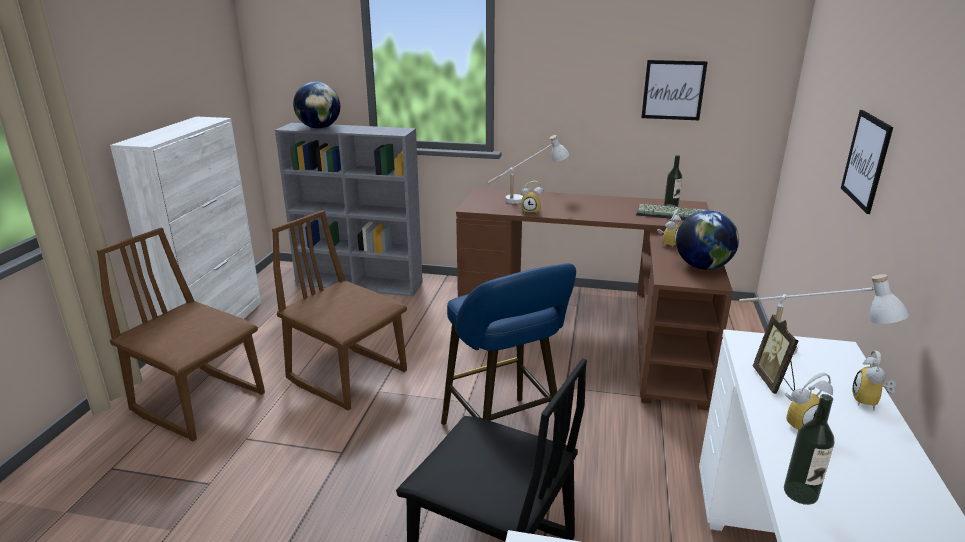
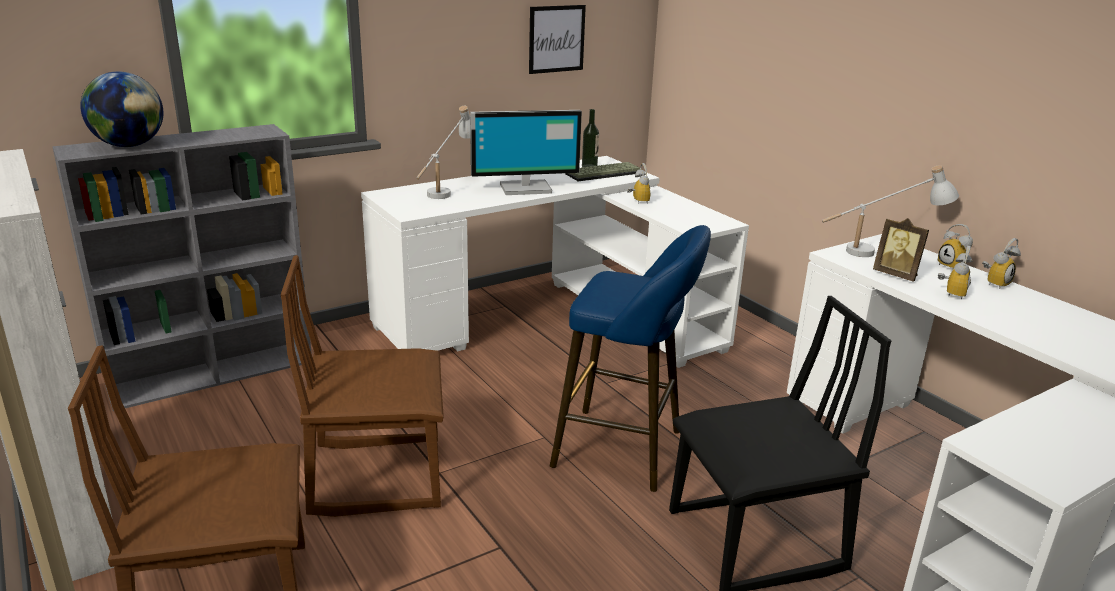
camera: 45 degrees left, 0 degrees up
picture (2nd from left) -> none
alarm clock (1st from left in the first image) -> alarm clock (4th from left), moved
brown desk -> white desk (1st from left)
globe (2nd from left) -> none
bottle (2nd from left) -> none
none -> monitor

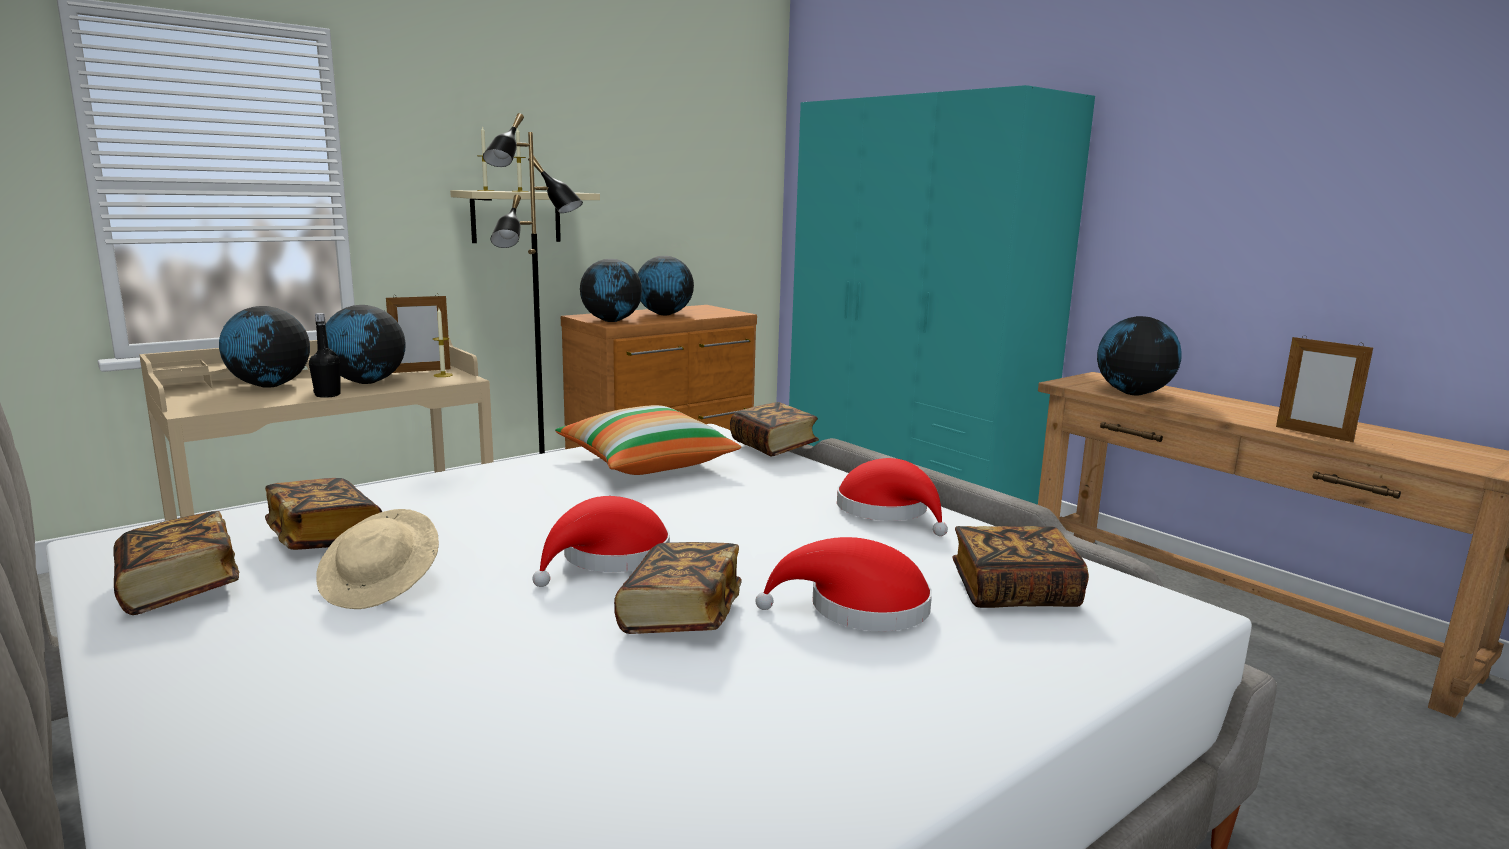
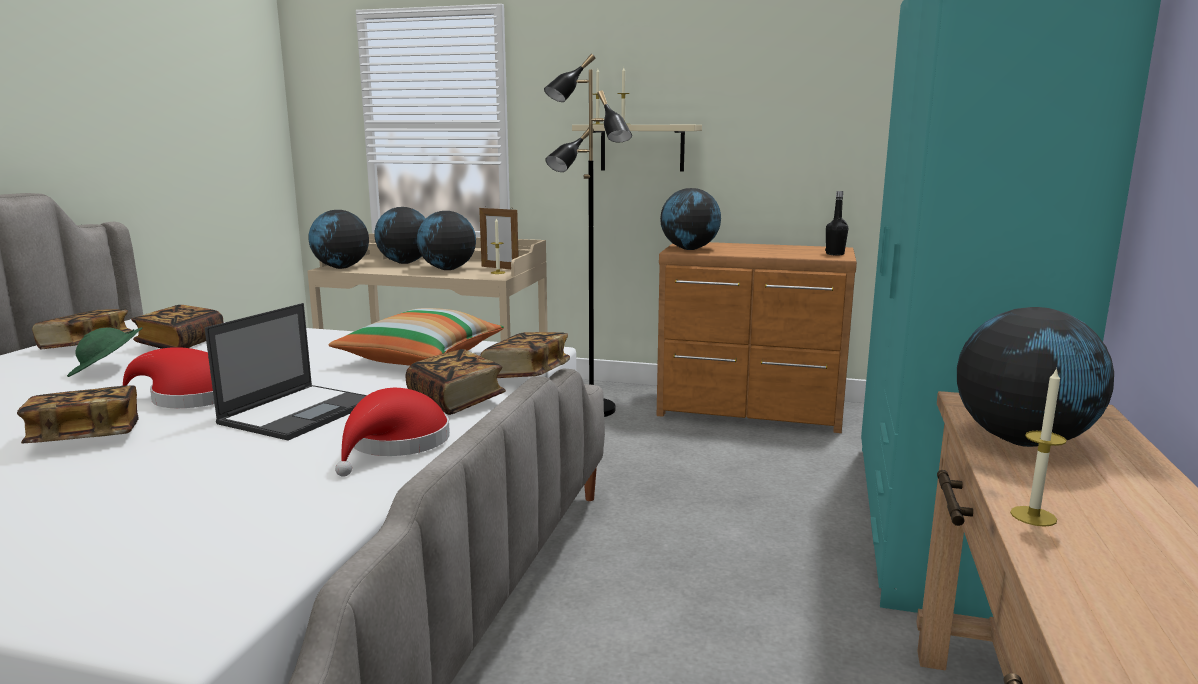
camera: 55 degrees right, 0 degrees up
globe (4th from left in the first image) -> globe (1st from left), moved
black bottle, moved
picture frame (2nd from left) -> none
beige hat -> green hat
book (5th from left in the first image) -> book (4th from left), moved
red hat (2nd from left) -> none
none -> laptop
none -> candle (4th from left)

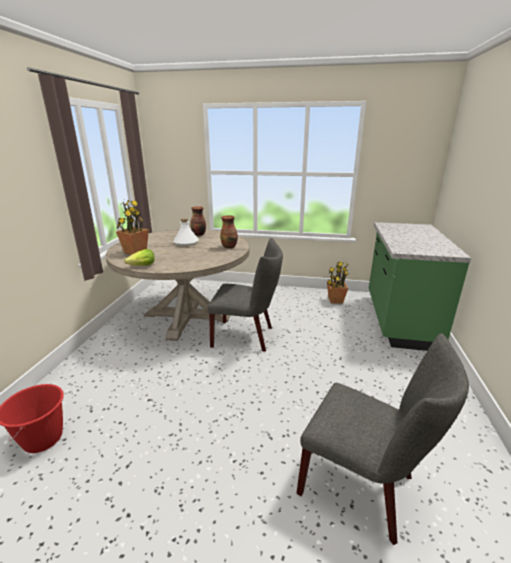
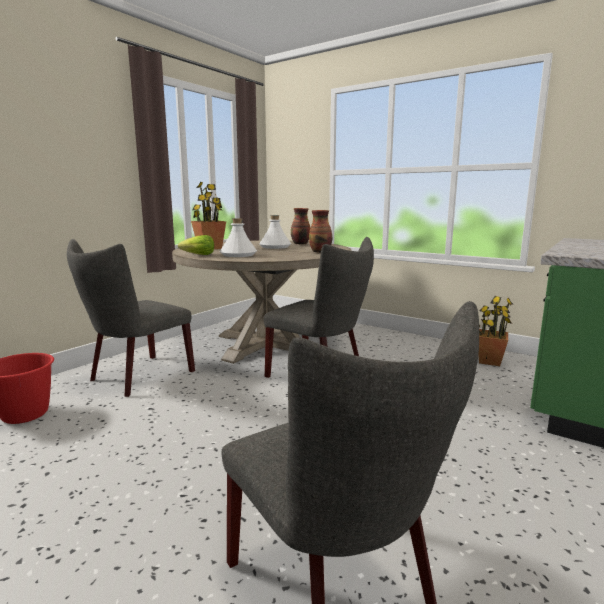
camera: 25 degrees right, 10 degrees down
none -> white bottle (1st from left)
none -> grey chair (1st from left)

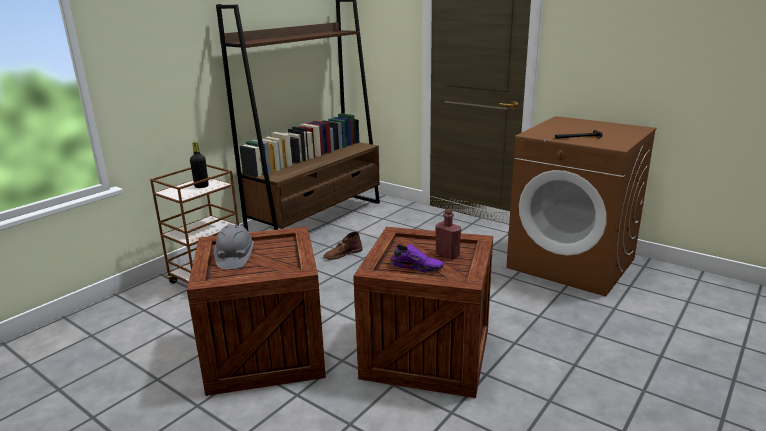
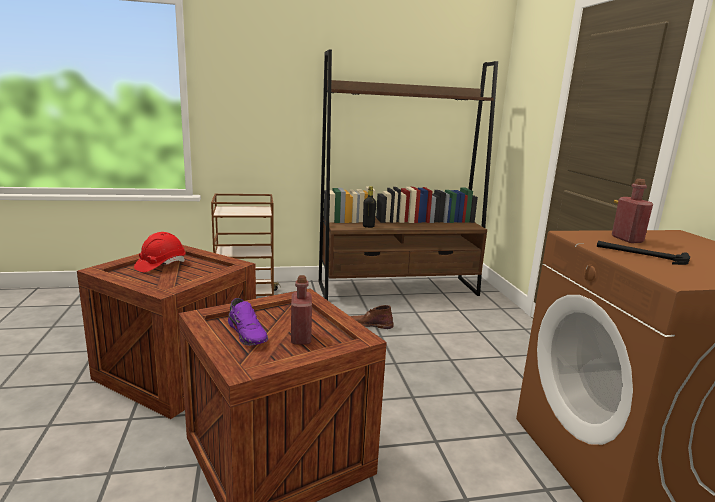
camera: 40 degrees right, 5 degrees down
black bottle, moved
grey hard hat -> red hard hat
none -> red bottle (2nd from left)

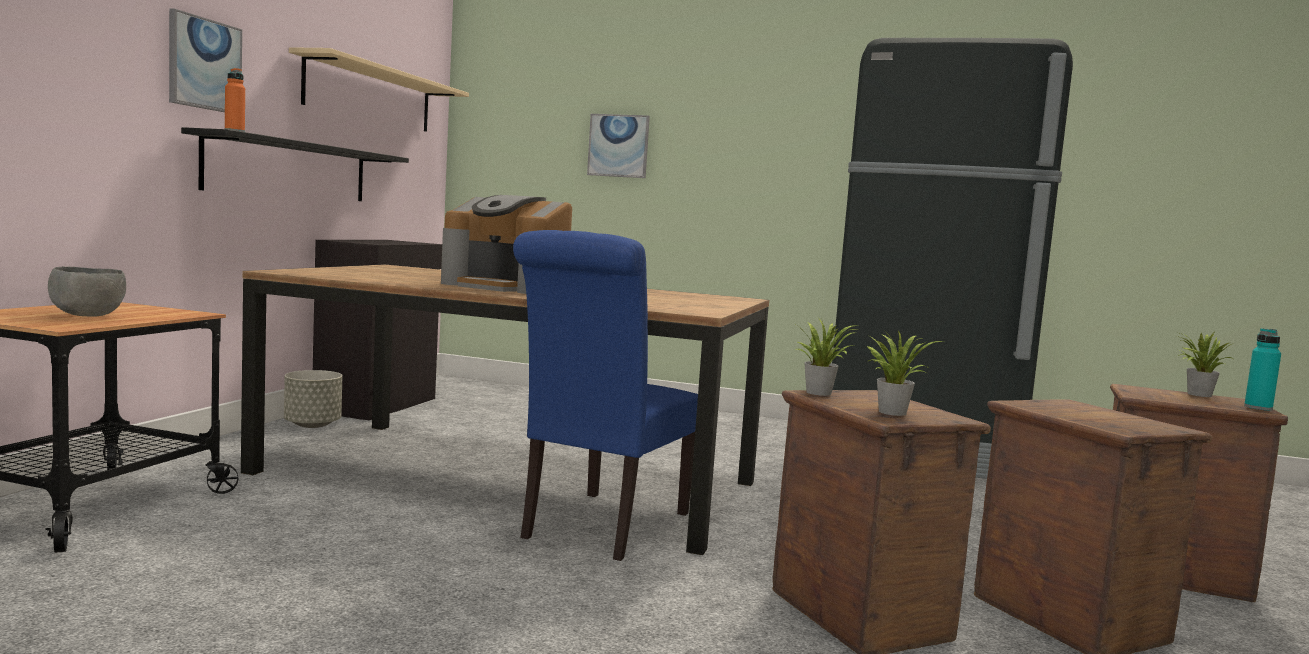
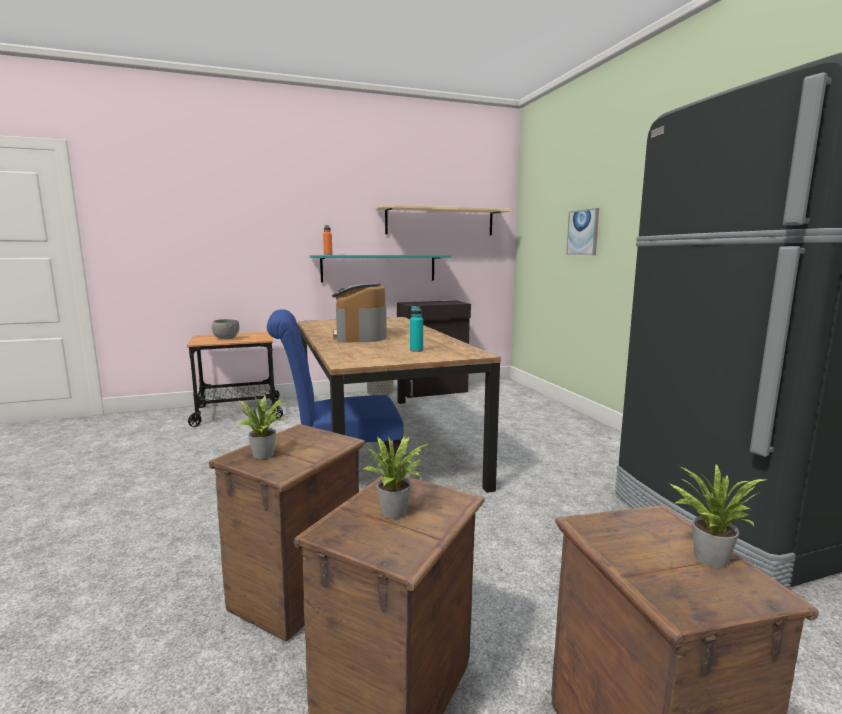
camera: 55 degrees right, 5 degrees up
picture (1st from left) -> none
black shelf -> turquoise shelf
potted plant (1st from left in the first image) -> potted plant (2nd from left), moved
turquoise bottle, moved

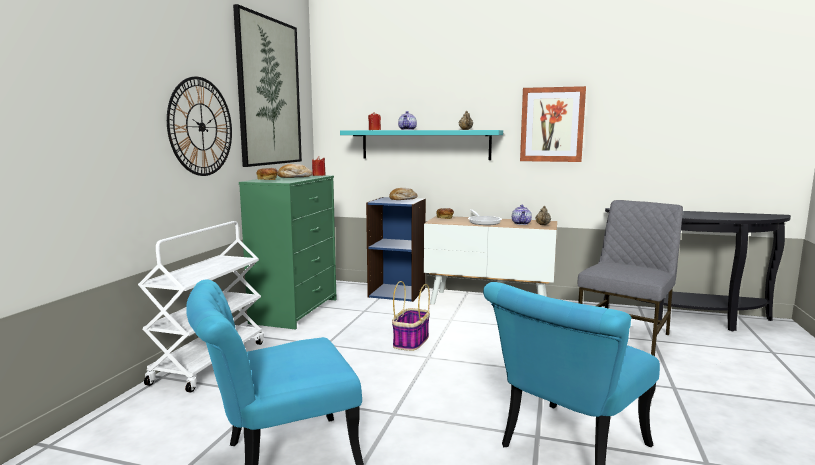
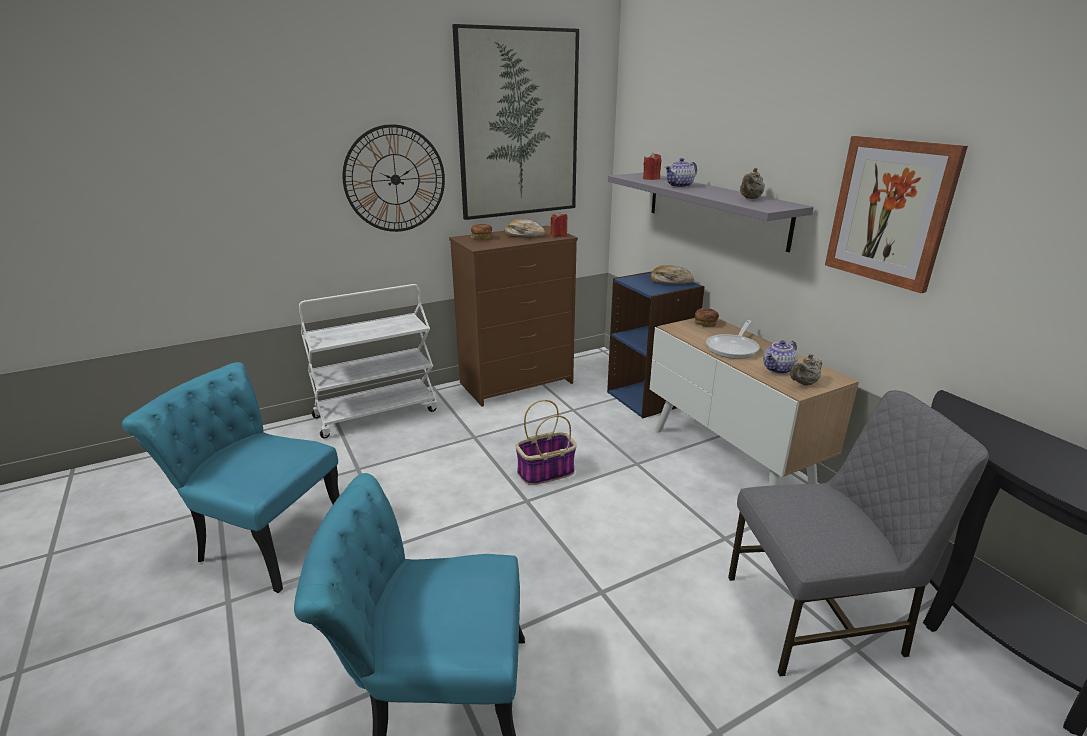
camera: 45 degrees right, 15 degrees up
turquoise shelf -> grey shelf
green dresser -> brown dresser

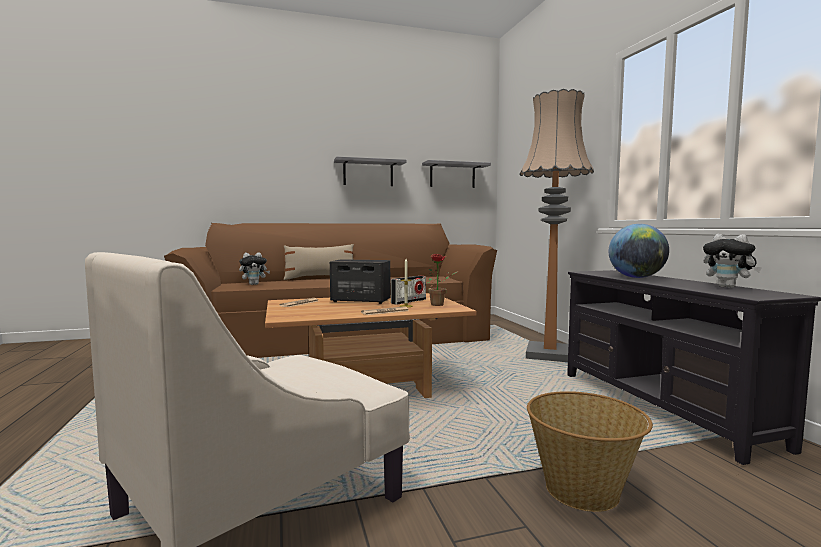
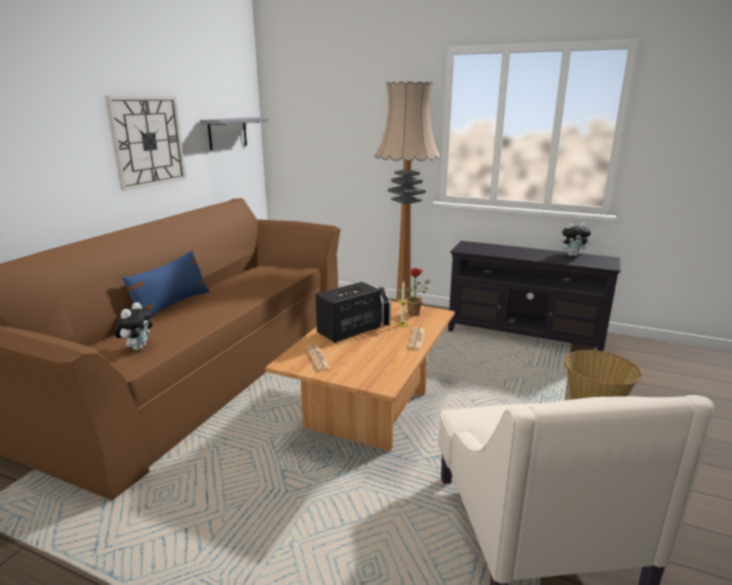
camera: 50 degrees left, 15 degrees up
grey shelf (1st from left) -> wall clock
globe -> none
beige pillow -> blue pillow

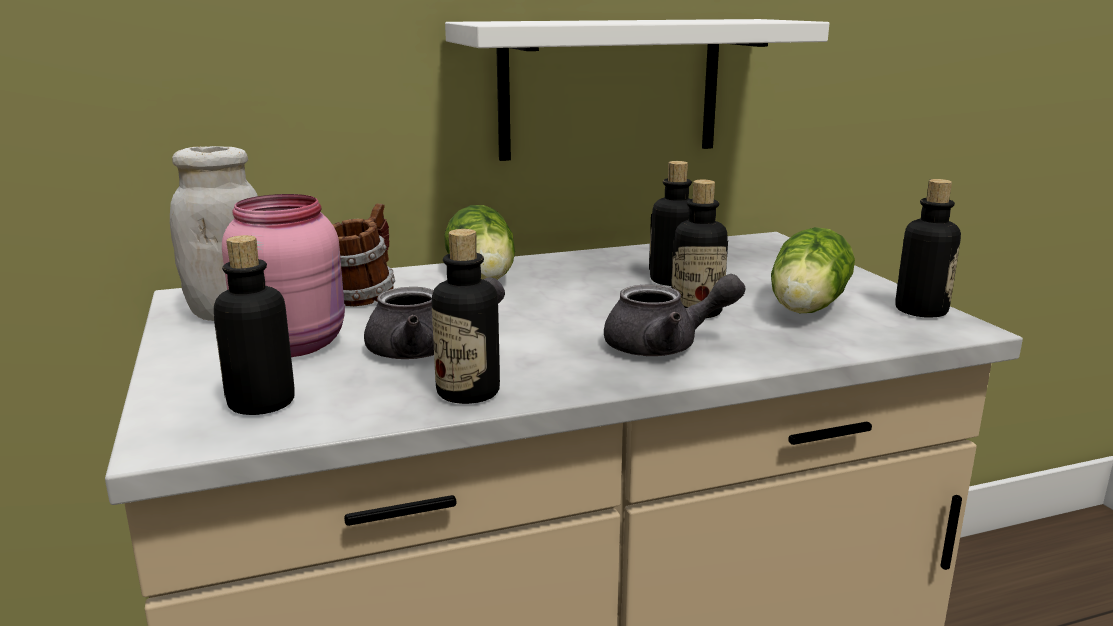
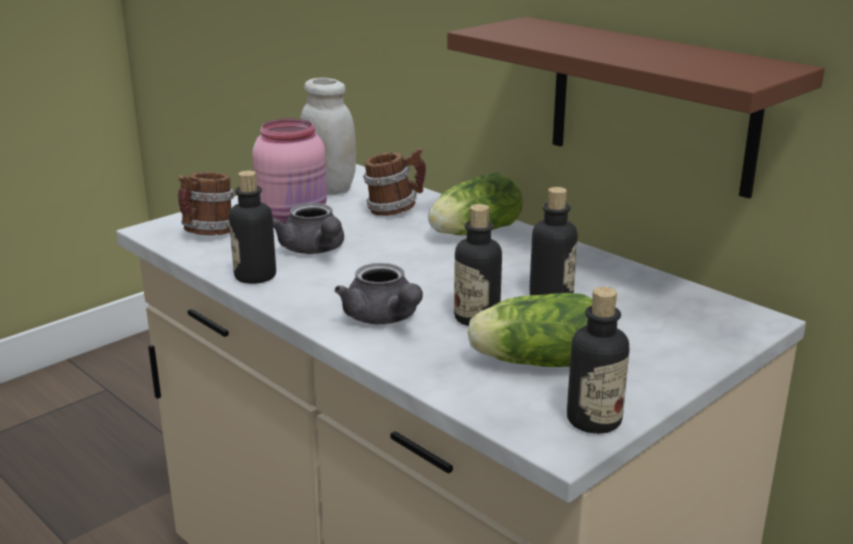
camera: 65 degrees right, 5 degrees up
white shelf -> brown shelf
bottle (1st from left) -> mug (1st from left)

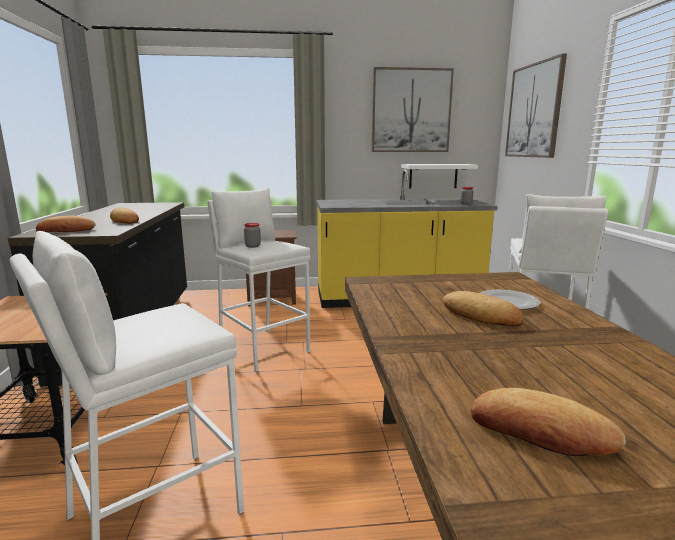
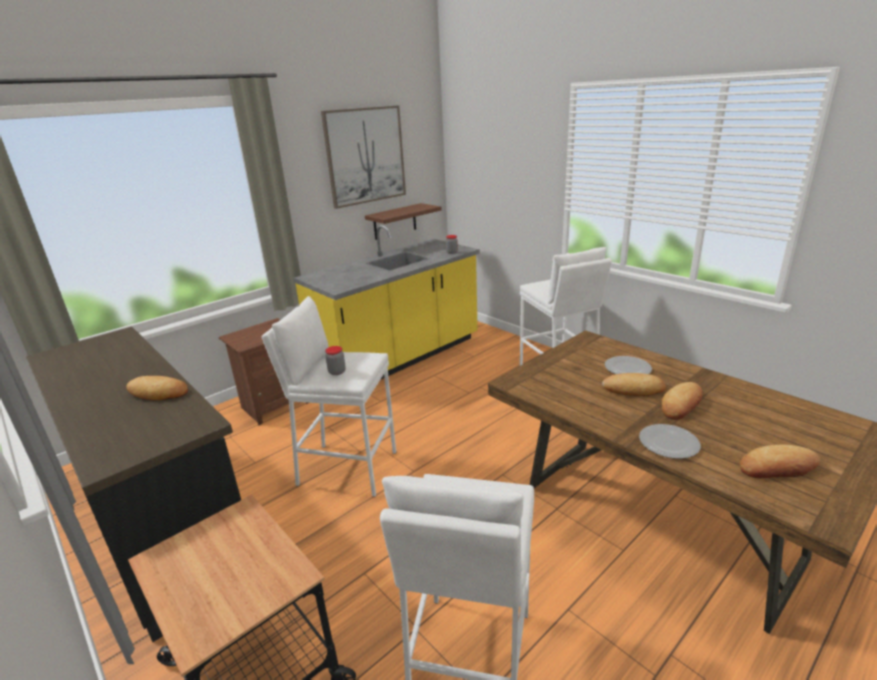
camera: 35 degrees left, 10 degrees up
picture (2nd from left) -> none
white shelf -> brown shelf
bread (1st from left in the first image) -> bread (3rd from left), moved
none -> plate (2nd from left)

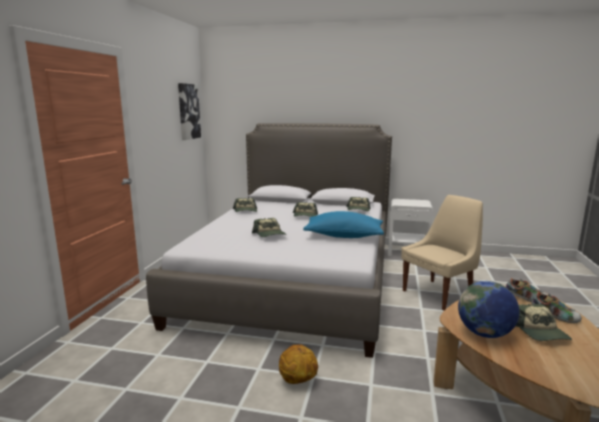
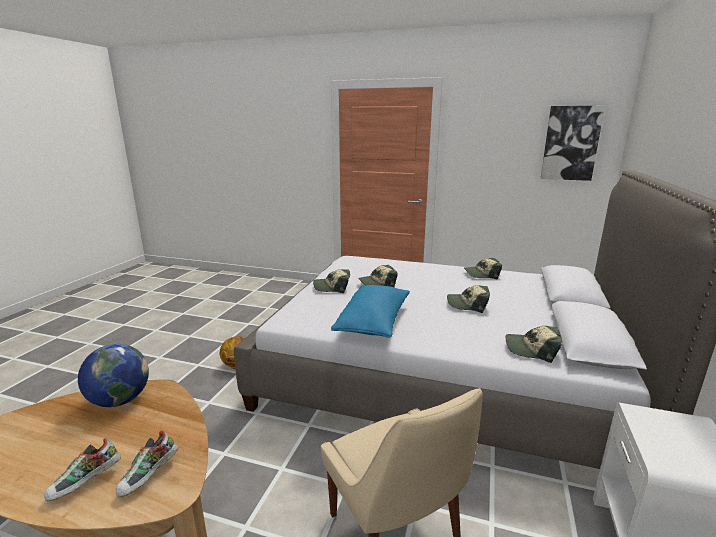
camera: 95 degrees right, 5 degrees up
cap (5th from left in the first image) -> cap (1st from left), moved

